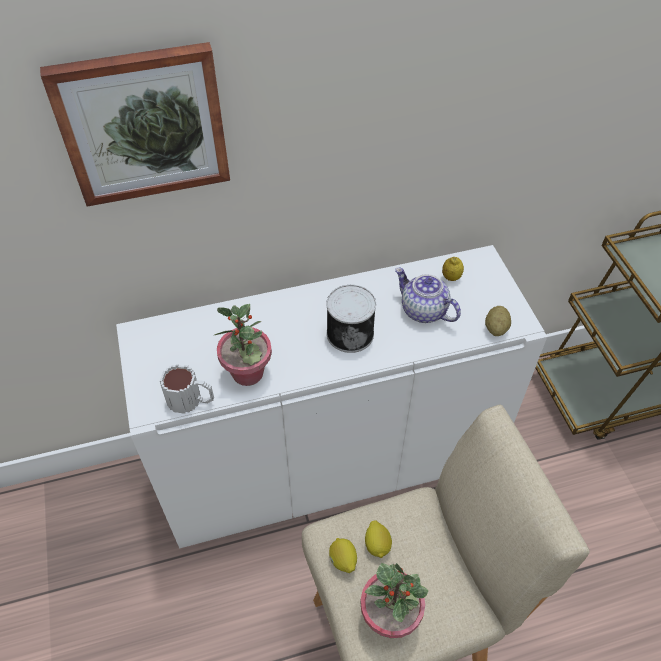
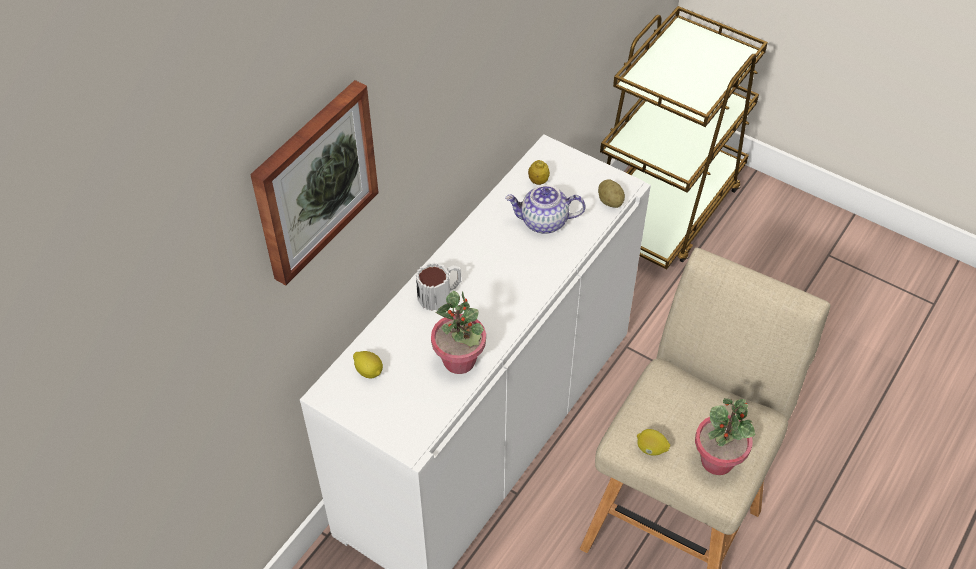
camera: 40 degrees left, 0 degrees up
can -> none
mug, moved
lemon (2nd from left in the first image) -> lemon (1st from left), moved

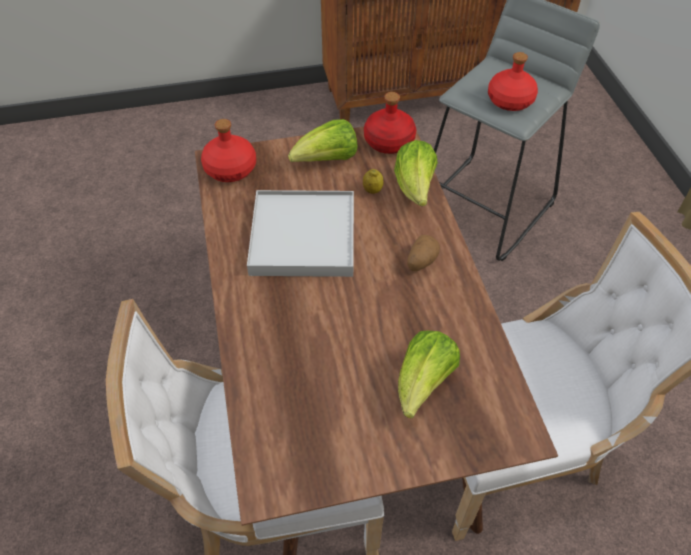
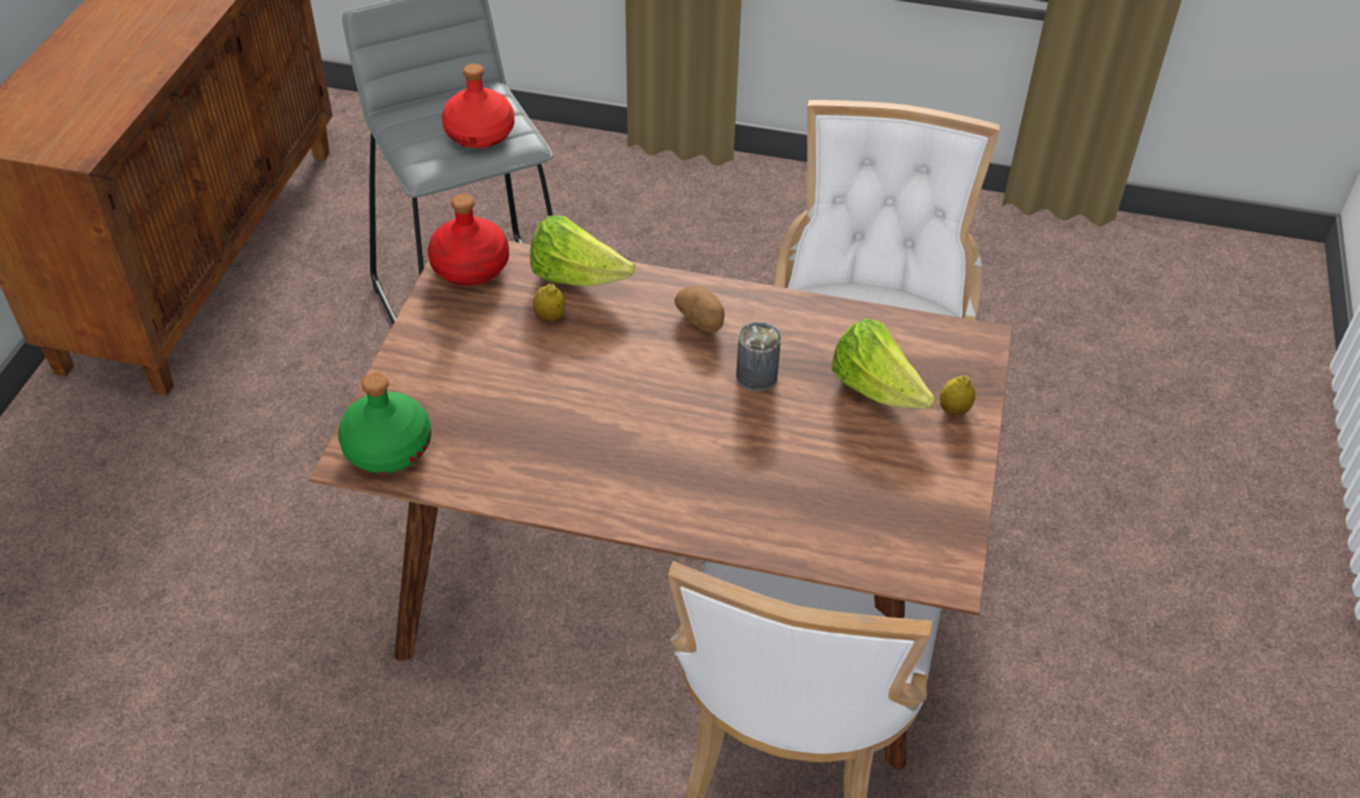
camera: 65 degrees left, 5 degrees down
red bottle (1st from left) -> green bottle
lettuce (1st from left) -> none
white tray -> none
none -> can
none -> lemon (2nd from left)

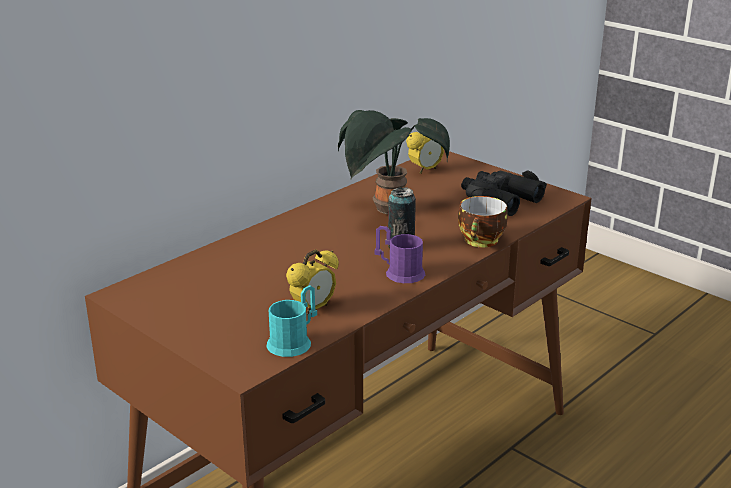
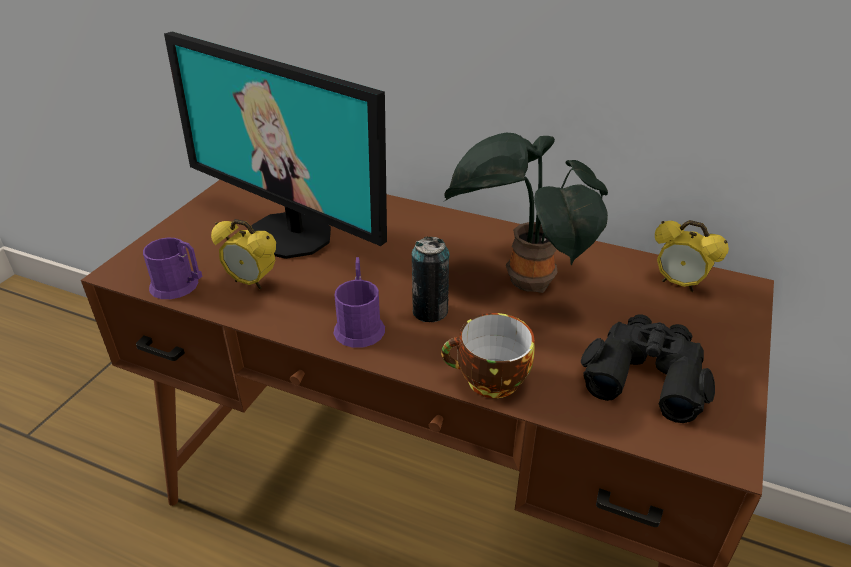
camera: 70 degrees right, 10 degrees up
turquoise mug -> purple mug (1st from left)
none -> monitor

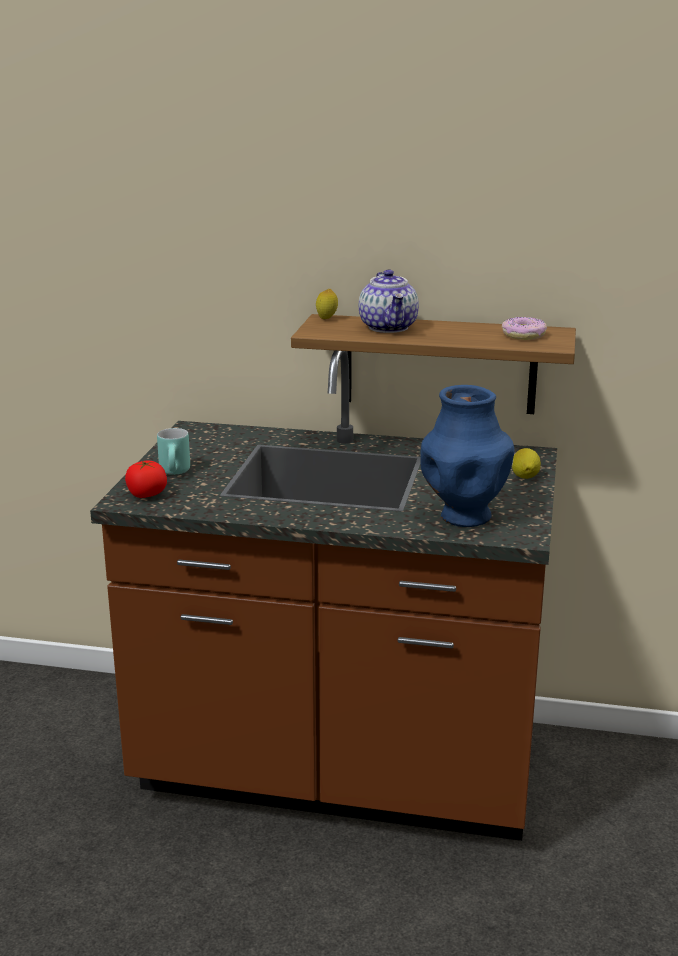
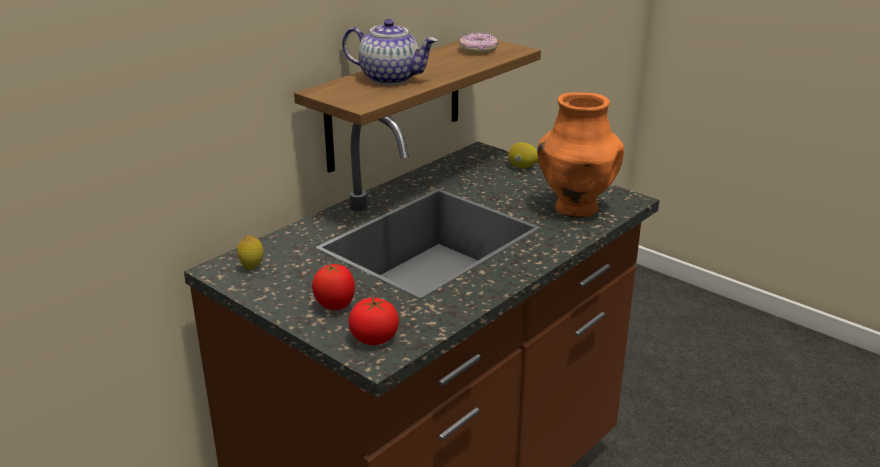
camera: 60 degrees left, 5 degrees up
lemon (1st from left), moved
blue vase -> orange vase
turquoise mug -> tomato (1st from left)

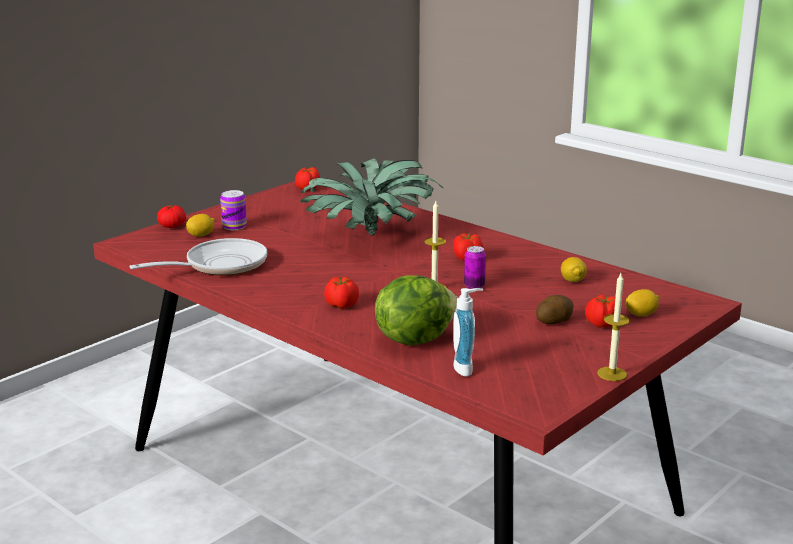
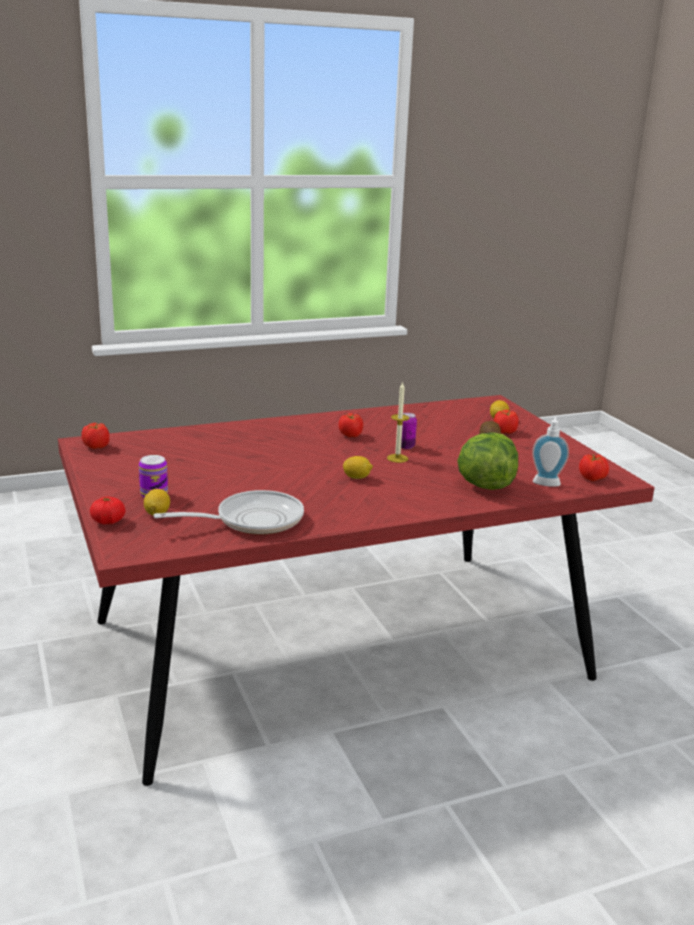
camera: 65 degrees left, 0 degrees up
potted plant -> none
frying pan, 75 degrees clockwise
lemon (2nd from left), moved
candle (2nd from left) -> none
tomato (3rd from left in the first image) -> tomato (5th from left), moved

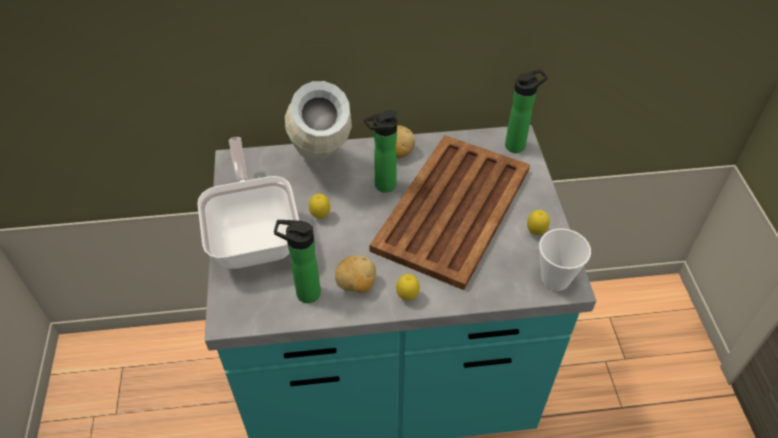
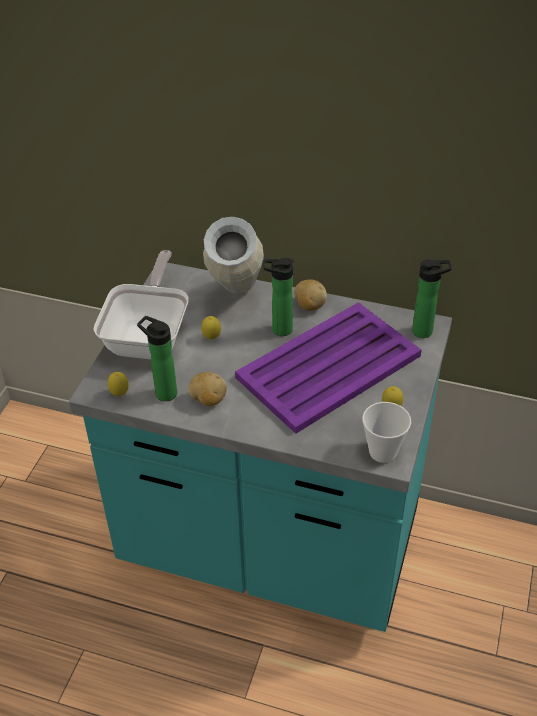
camera: 25 degrees right, 5 degrees down
brown tray -> purple tray
lemon (2nd from left in the first image) -> lemon (1st from left), moved

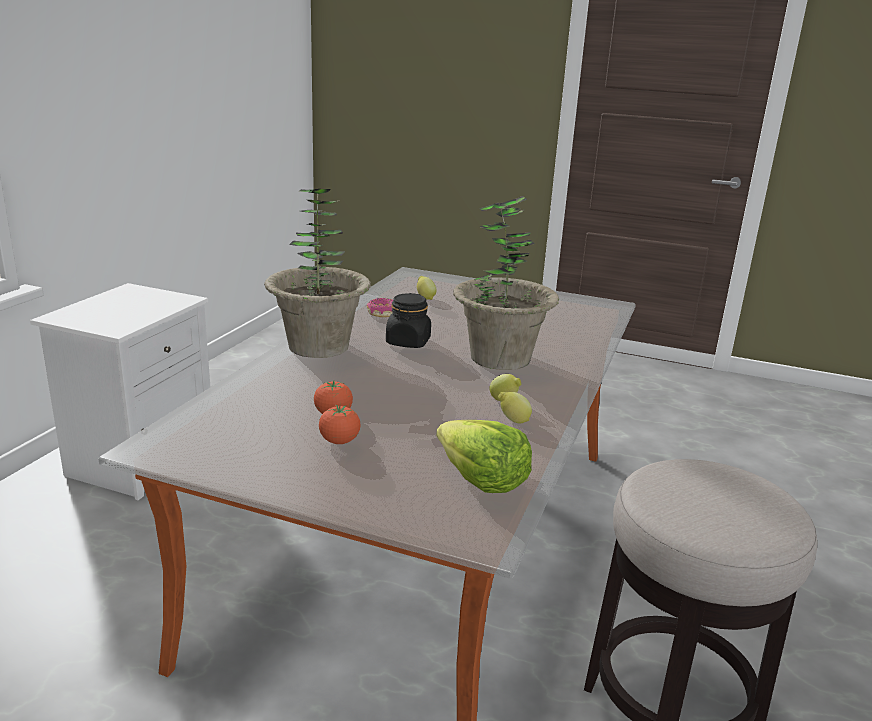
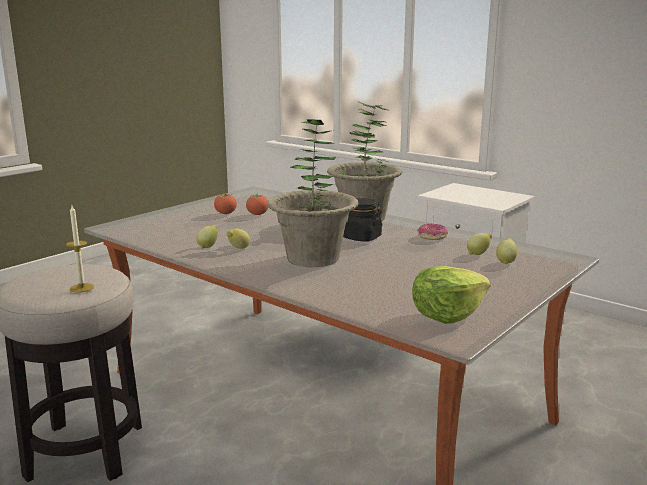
camera: 110 degrees right, 5 degrees down
lettuce, moved
none -> candle
none -> lemon (4th from left)

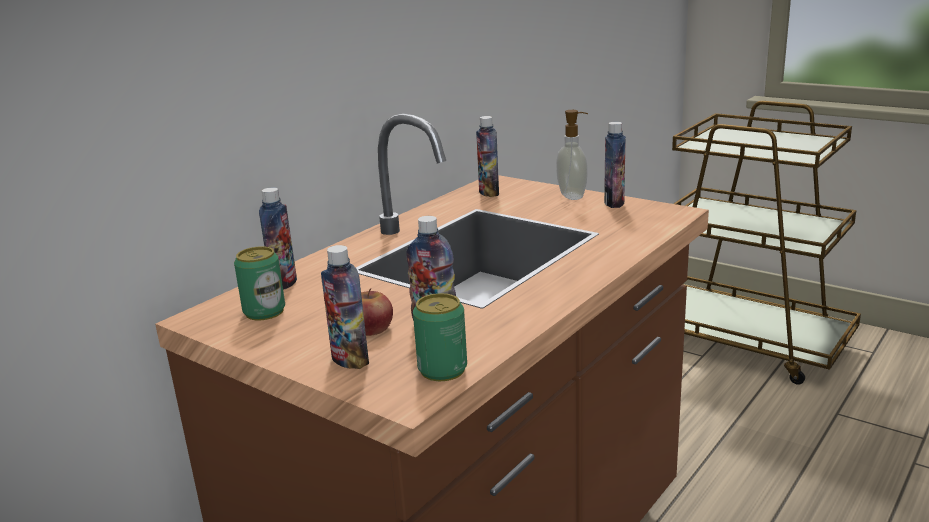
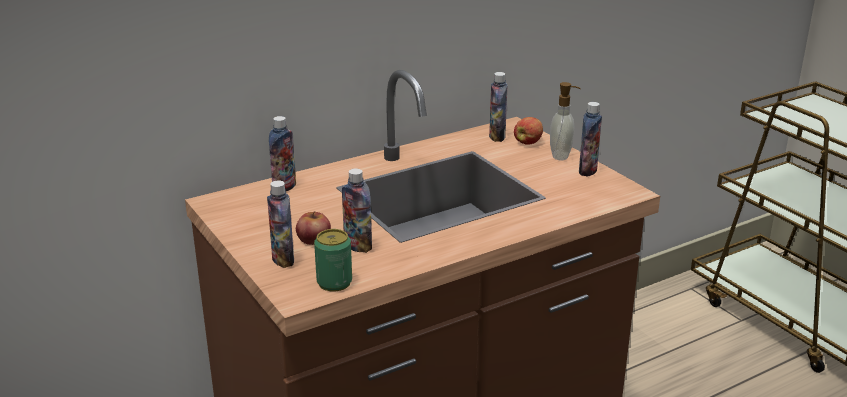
camera: 20 degrees right, 5 degrees up
can (1st from left) -> none
none -> apple (2nd from left)

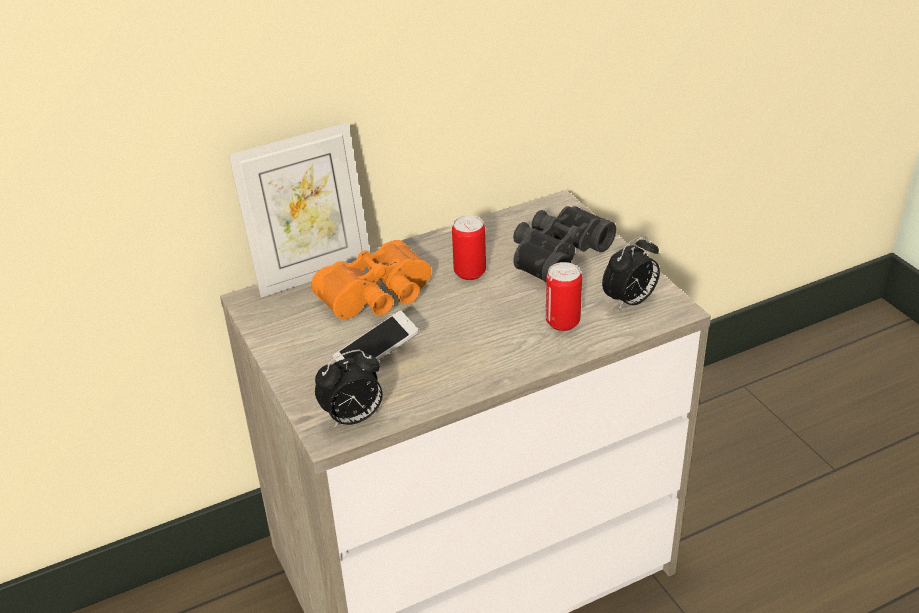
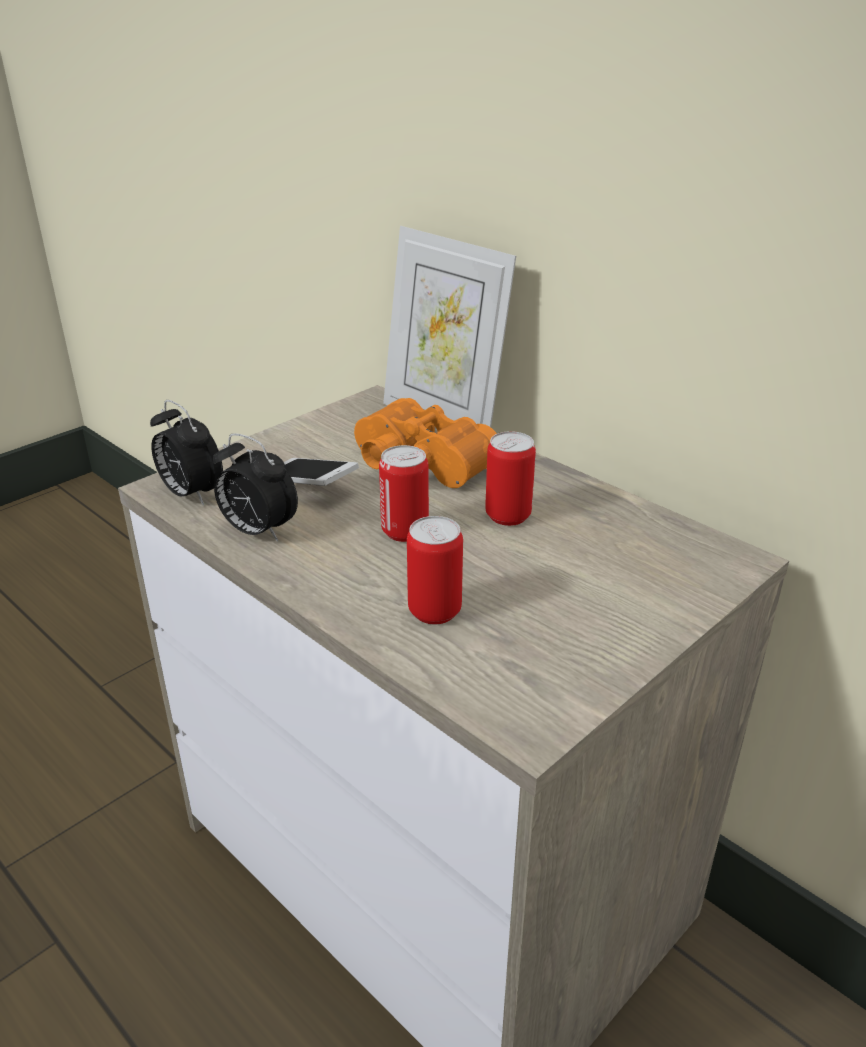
camera: 70 degrees right, 5 degrees down
black binoculars -> none
alarm clock (2nd from left), moved
none -> can (1st from left)

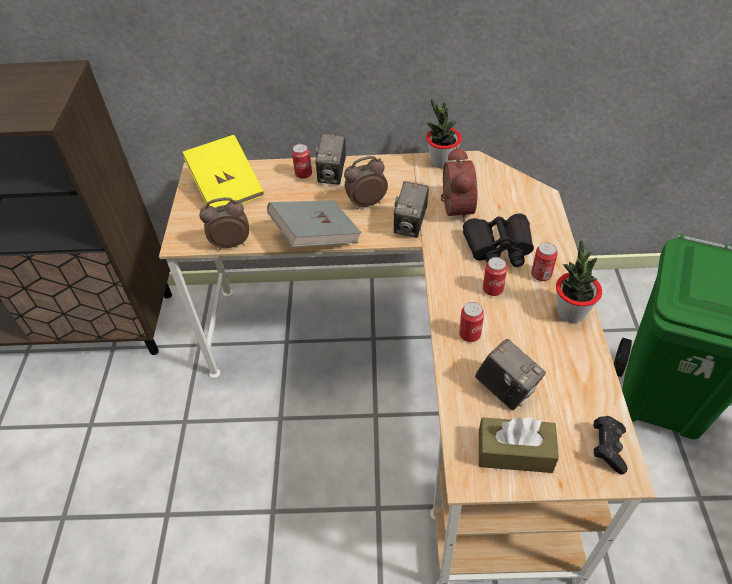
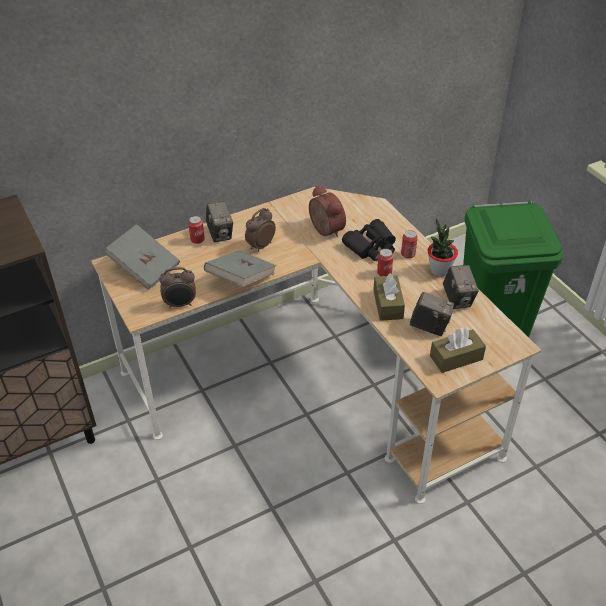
camera: 30 degrees left, 5 degrees down
potted plant (1st from left) -> none
yellow book -> grey book (1st from left)
photo camera (2nd from left in the first image) -> photo camera (3rd from left), moved
alarm clock (1st from left), 150 degrees counterclockwise
can (2nd from left) -> brown tissue box (1st from left)
black game controller -> none

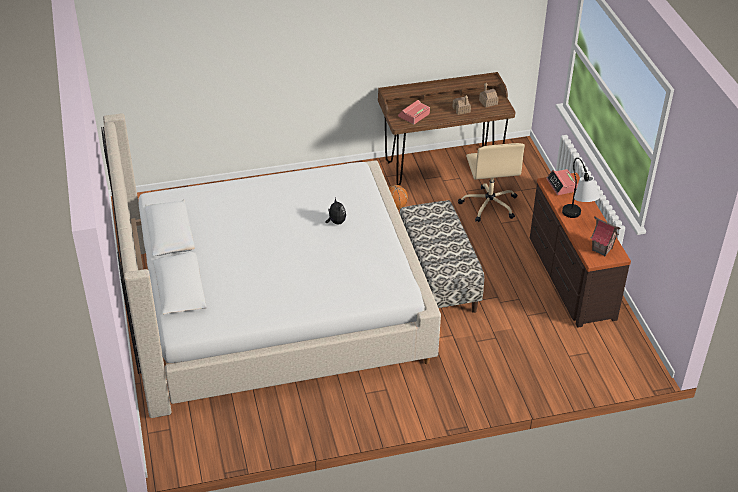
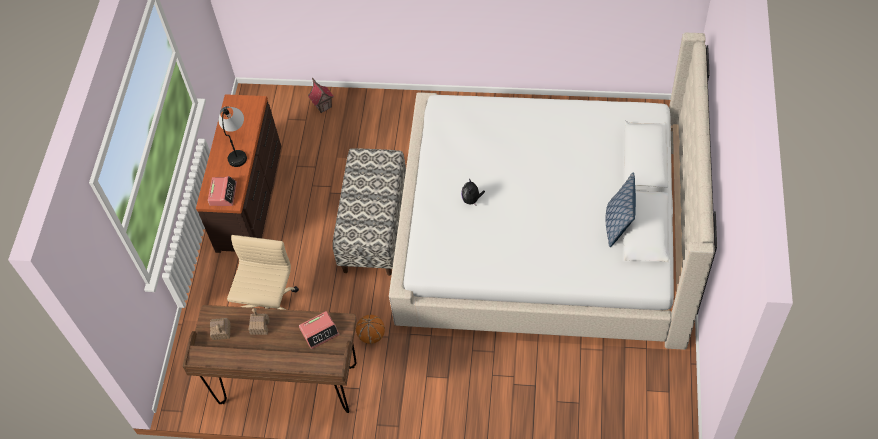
camera: 155 degrees left, 15 degrees up
toy house (3rd from left), moved
none -> pillow

